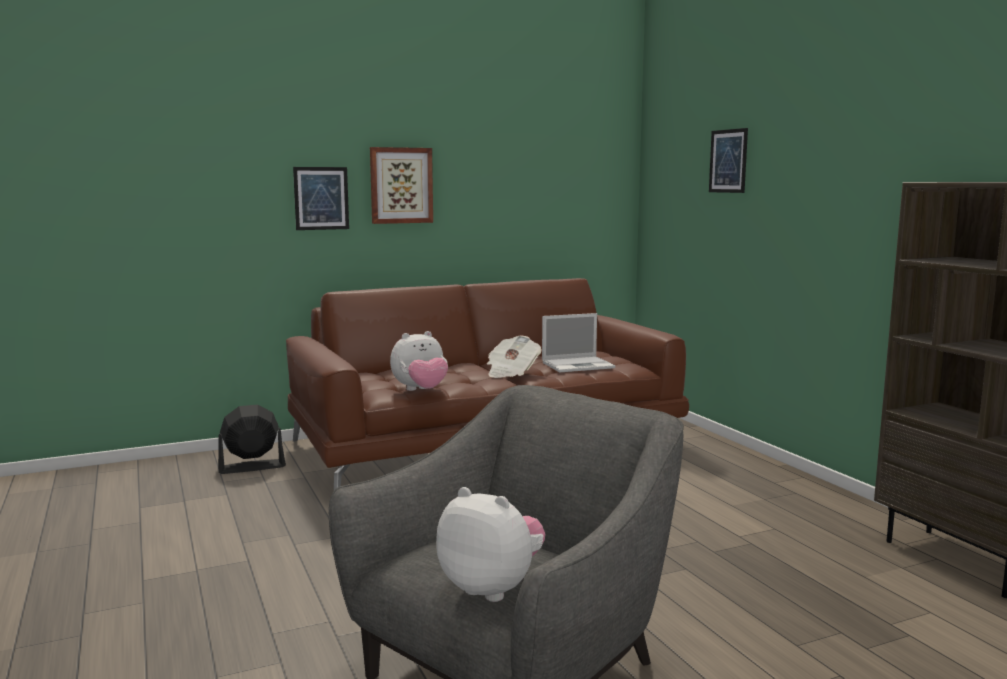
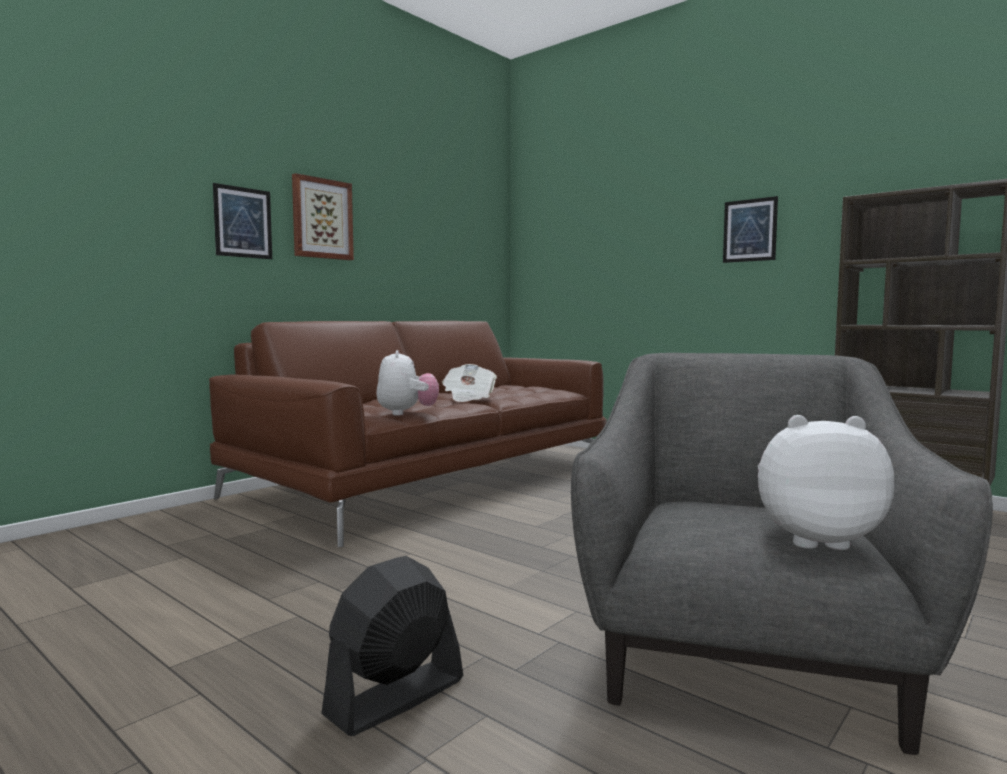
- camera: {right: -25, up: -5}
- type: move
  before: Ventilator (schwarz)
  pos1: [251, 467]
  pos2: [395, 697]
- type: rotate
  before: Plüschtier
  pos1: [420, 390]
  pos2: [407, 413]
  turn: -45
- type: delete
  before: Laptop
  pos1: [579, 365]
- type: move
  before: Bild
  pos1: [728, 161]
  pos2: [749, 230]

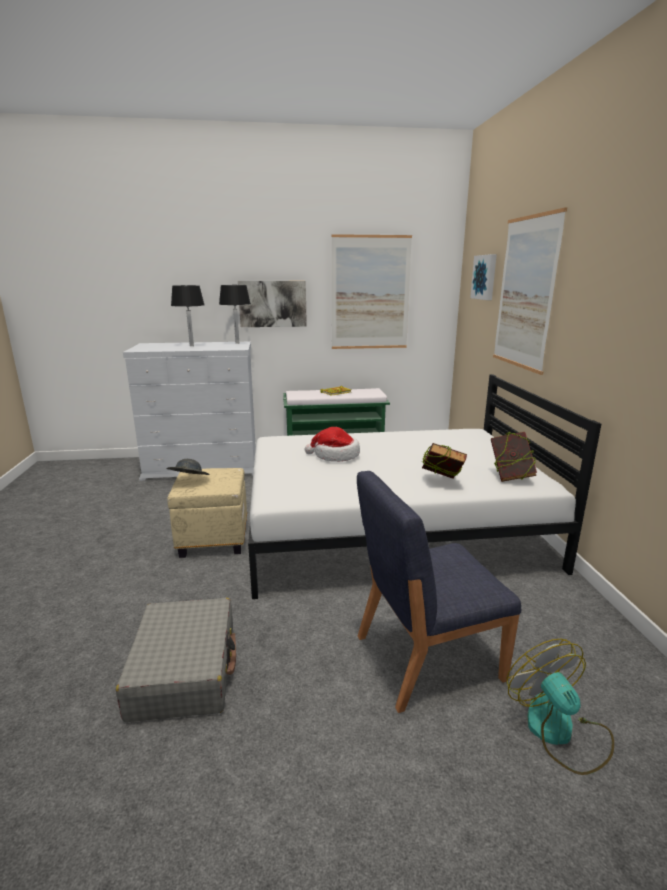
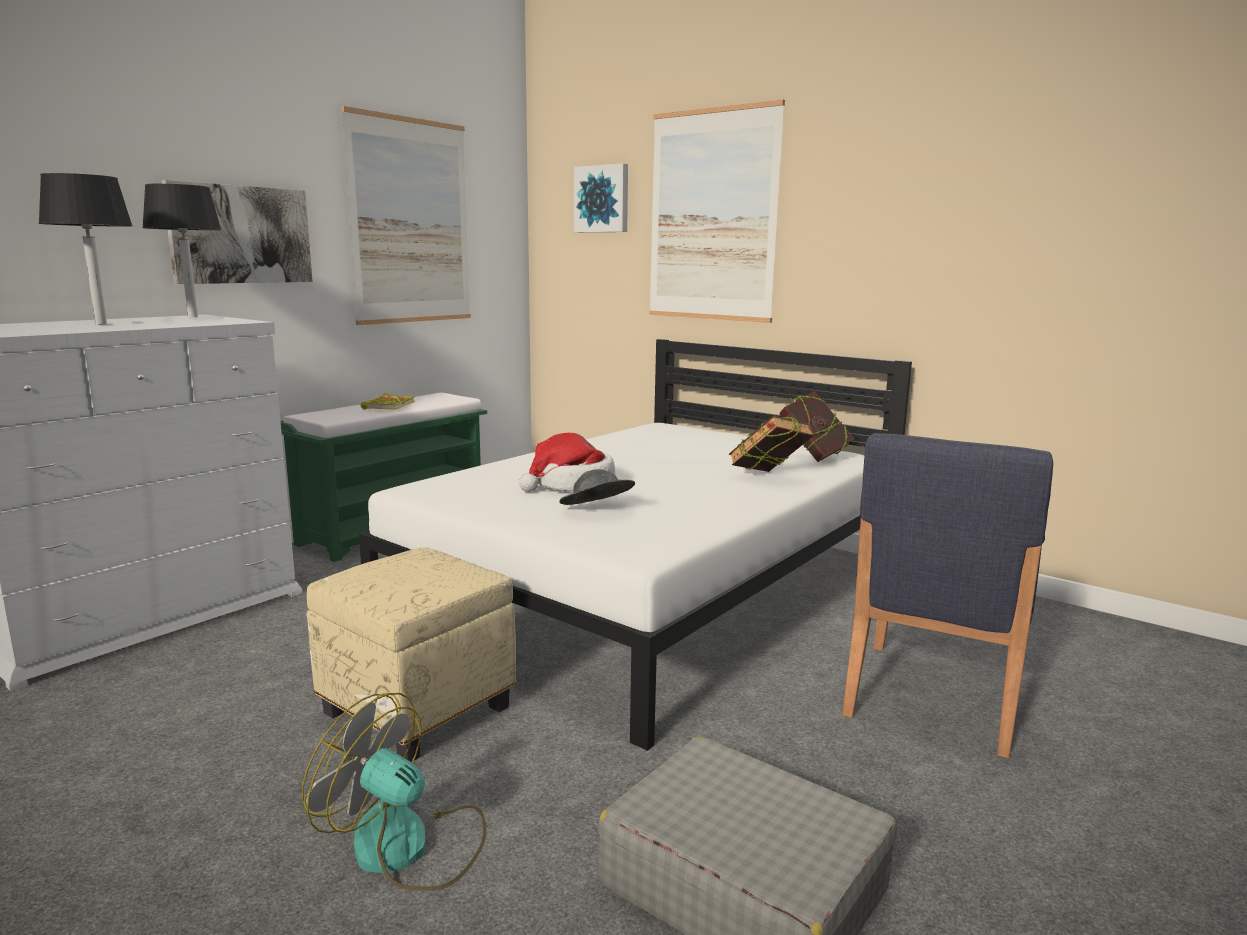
- camera: {right: -45, up: -5}
- type: move
  before: Hut (grau)
  pos1: [188, 480]
  pos2: [596, 511]
- type: move
  before: Ventilator
  pos1: [559, 731]
  pos2: [407, 847]

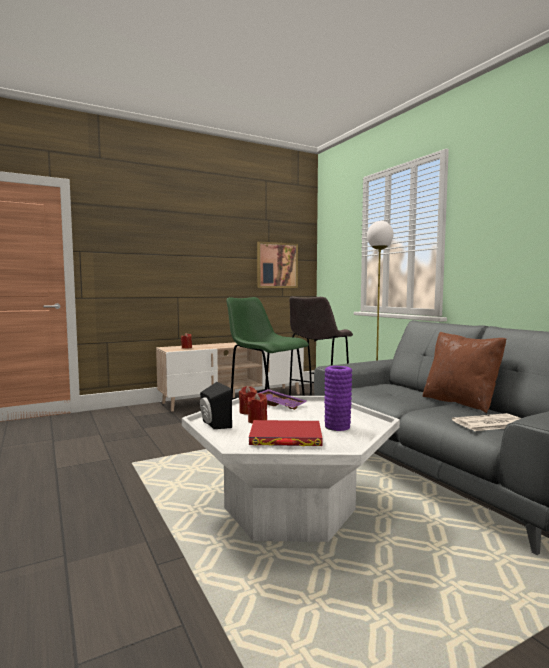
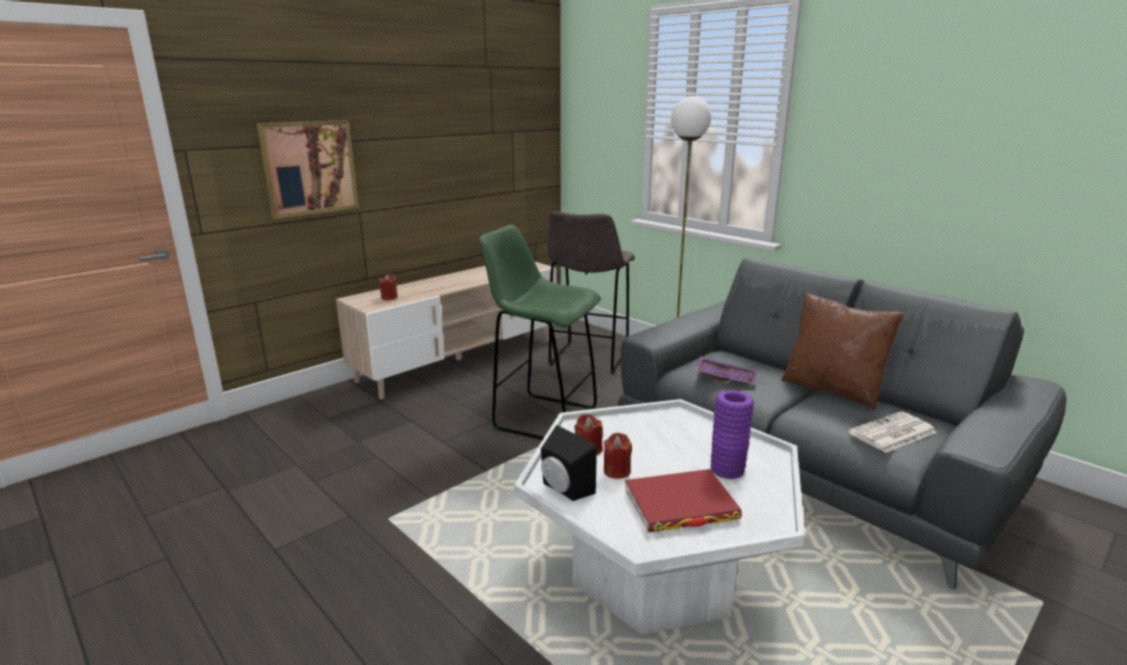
- camera: {right: -15, up: 15}
- type: move
  before: Bild
  pos1: [277, 265]
  pos2: [309, 168]
- type: move
  before: Tablett (lila)
  pos1: [280, 405]
  pos2: [725, 377]

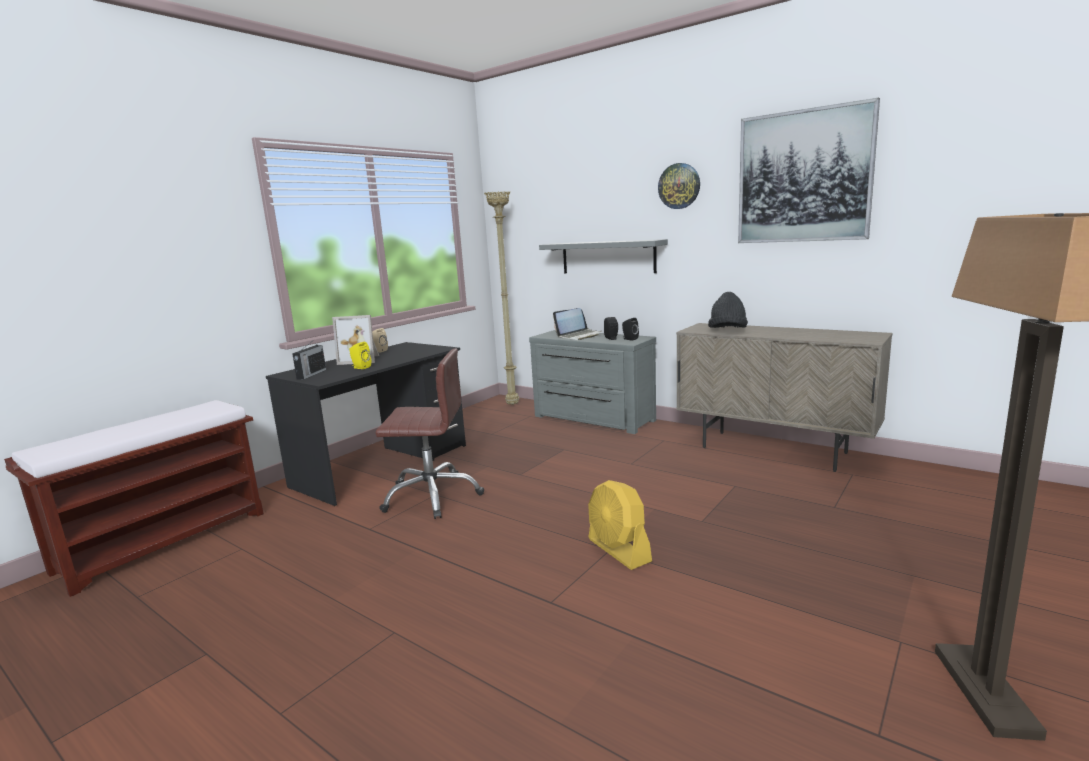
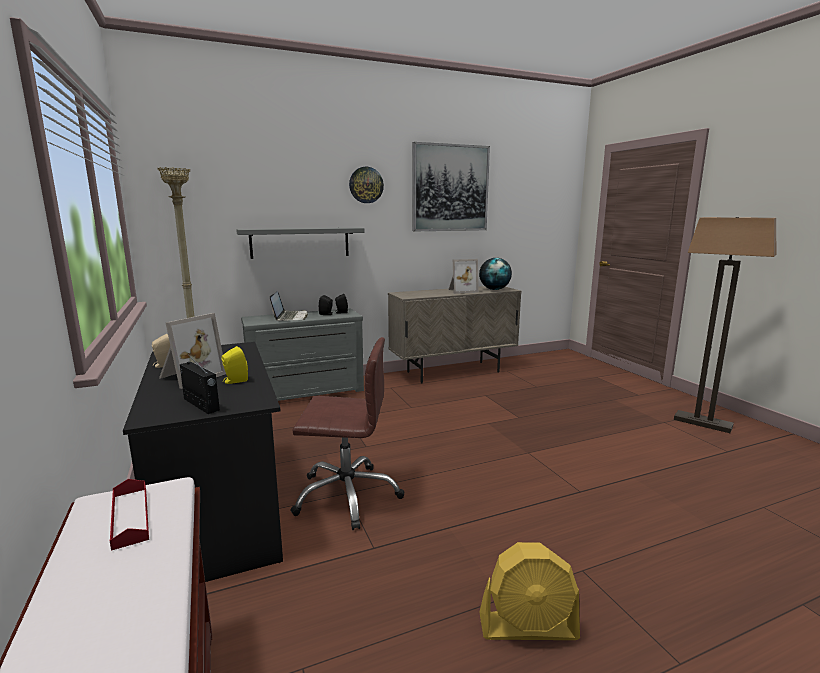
- camera: {right: -60, up: 0}
- type: rotate
  before: Bürostuhl (braun)
  pos1: [432, 496]
  pos2: [347, 495]
  turn: 60
- type: move
  before: Ventilator (gelb)
  pos1: [619, 550]
  pos2: [528, 627]
- type: delete
  before: Hut (schwarz)
  pos1: [727, 331]
- type: insert
  after: Tablett (rot)
  pos2: [130, 516]
- type: insert
  after: Bilderrahmen
  pos2: [461, 291]
- type: insert
  after: Globus
  pos2: [494, 289]

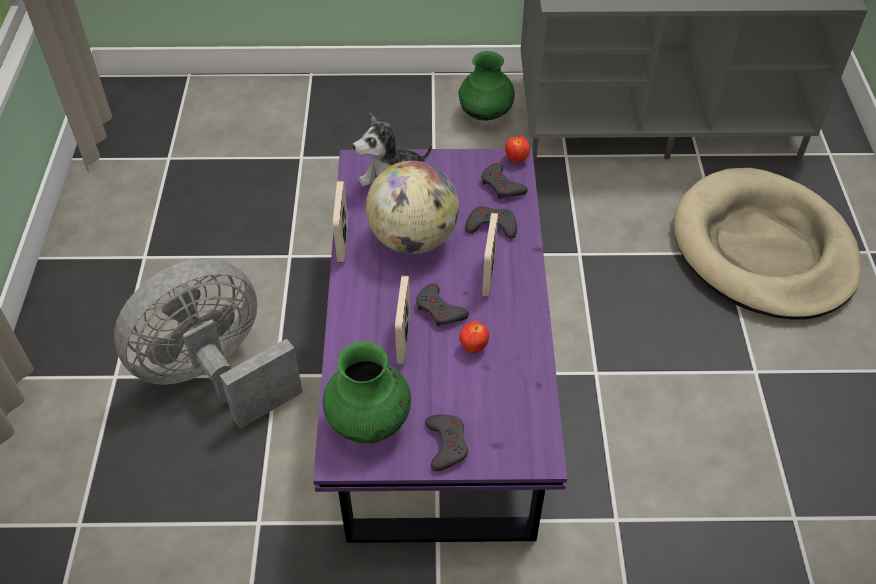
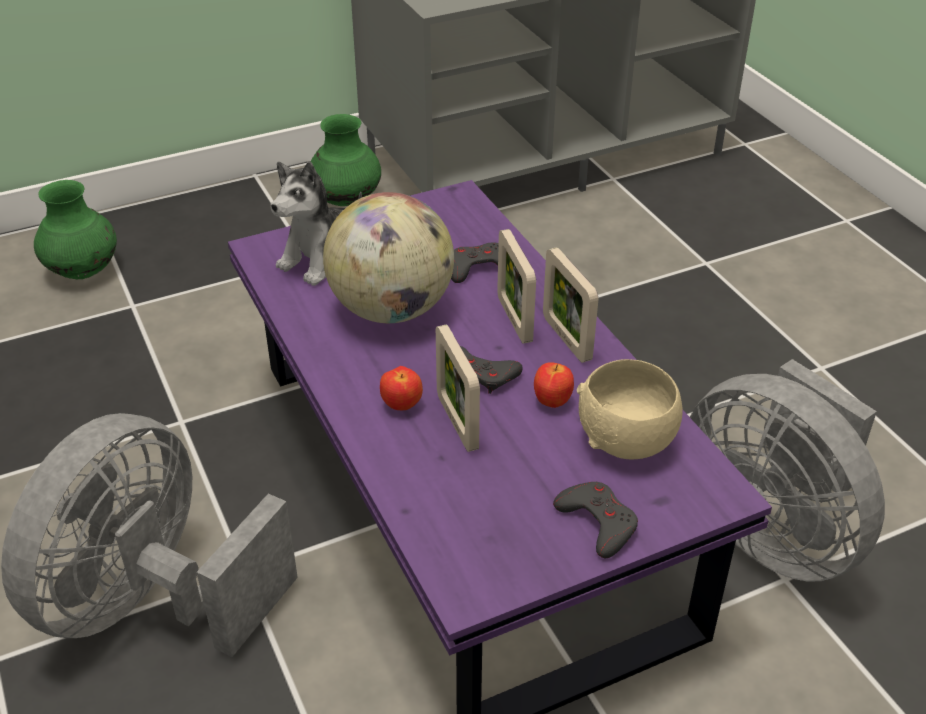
- camera: {right: -25, up: -10}
- type: move
  before: Vase (grün)
  pos1: [369, 422]
  pos2: [83, 272]
- type: move
  before: Bilderrahmen
  pos1: [343, 242]
  pos2: [566, 339]
- type: delete
  before: Gamepad (grau)
  pos1: [502, 186]
- type: move
  before: Apfel
  pos1: [516, 159]
  pos2: [402, 405]
- type: delete
  before: Hundebett (beige)
  pos1: [763, 249]
- type: insert
  after: Schüssel (beige)
  pos2: [627, 441]
- type: insert
  after: Ventilator (grau)
  pos2: [772, 531]

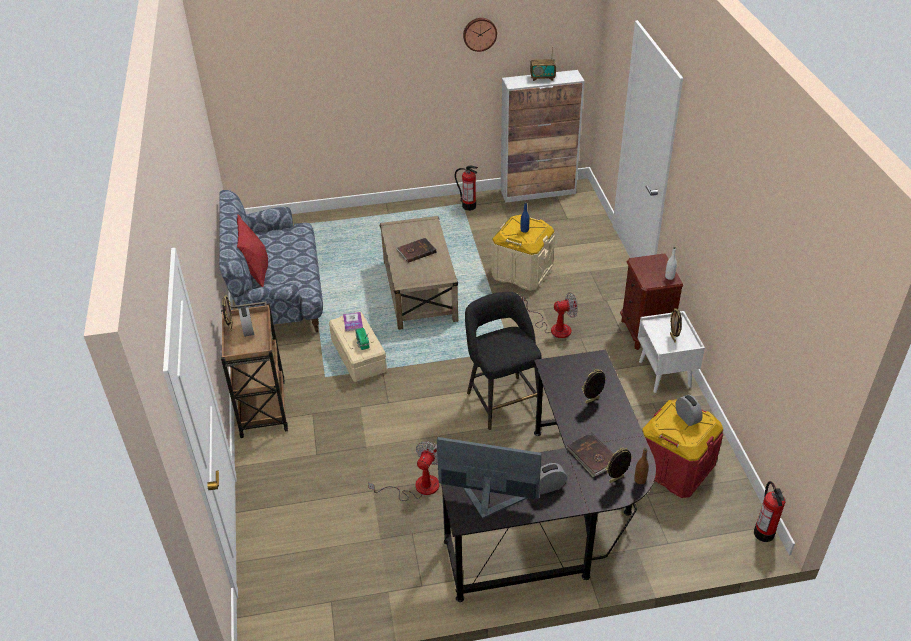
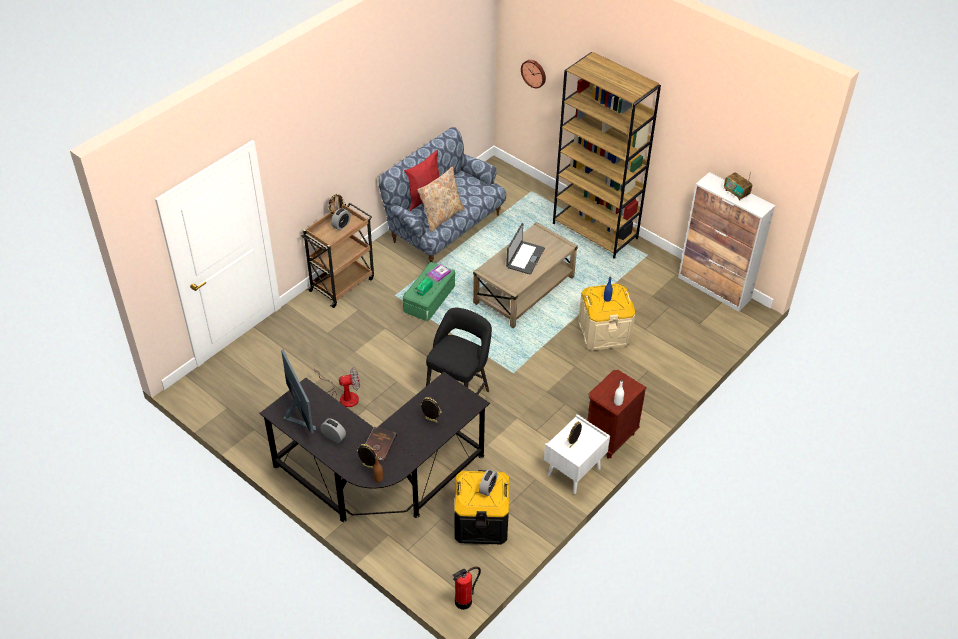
- camera: {right: 50, up: 5}
- type: recolor
  before: Aufbewahrungsbox (beige)
  after: Aufbewahrungsbox (grün)
  pos1: [359, 356]
  pos2: [429, 299]
- type: replace
  before: Buch (braun)
  after: Laptop
  pos1: [416, 251]
  pos2: [525, 258]
- type: delete
  before: Feuerlöscher
  pos1: [469, 206]
- type: move
  before: Wanduhr
  pos1: [479, 33]
  pos2: [534, 73]
- type: delete
  before: Ventilator
  pos1: [554, 327]
- type: recolor
  before: Aufbewahrungsbox (rot)
  after: Aufbewahrungsbox (schwarz)
  pos1: [674, 467]
  pos2: [481, 522]
- type: insert
  after: Kissen (beige)
  pos2: [441, 216]
- type: insert
  after: Bücherregal (braun)
  pos2: [595, 231]

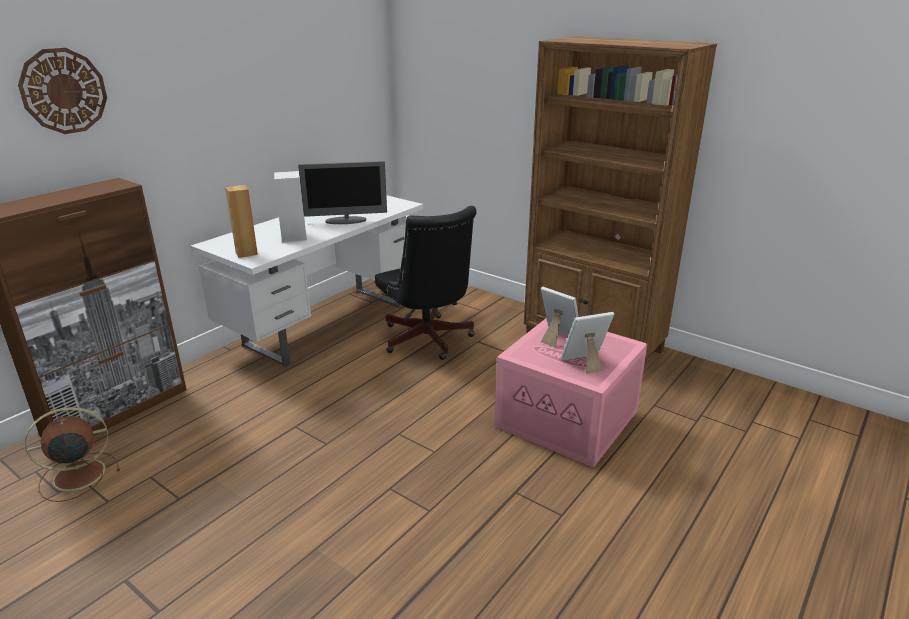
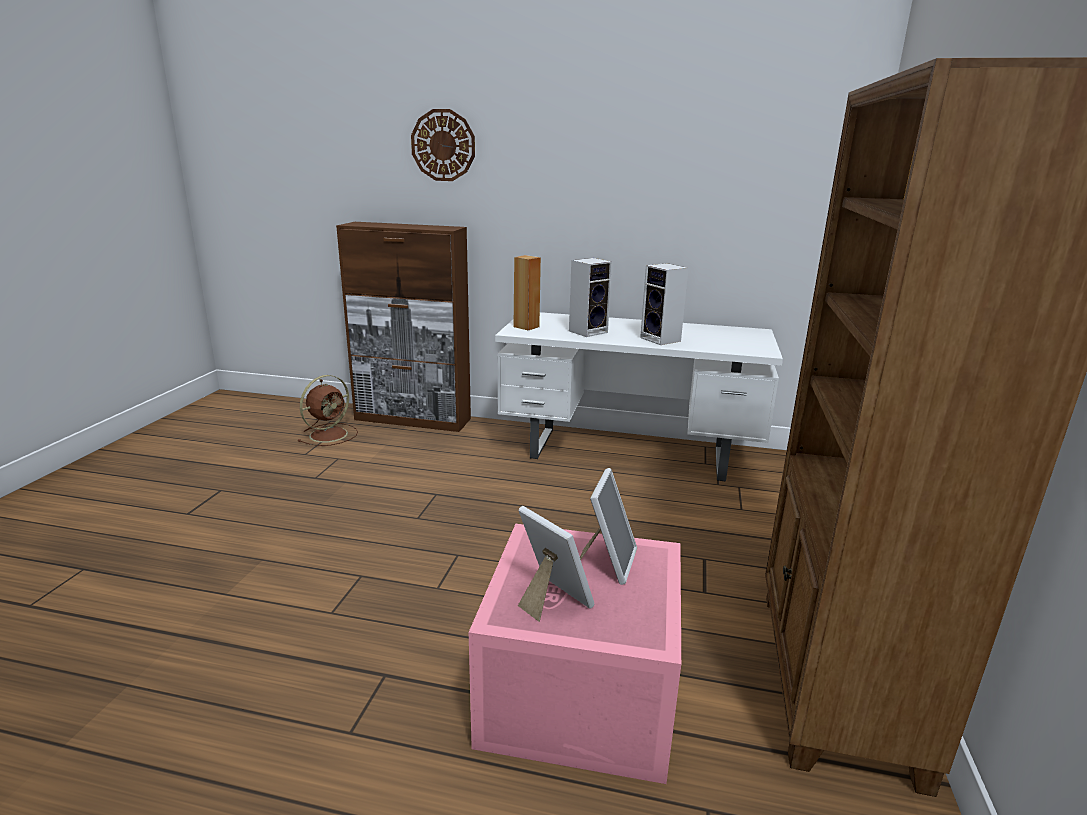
- camera: {right: 65, up: -5}
- type: rotate
  before: Ventilator (braun)
  pos1: [76, 476]
  pos2: [330, 434]
  turn: 90
- type: replace
  before: Monitor
  after: Lautsprecher
  pos1: [346, 221]
  pos2: [662, 340]
- type: delete
  before: Bürostuhl (schwarz)
  pos1: [428, 341]

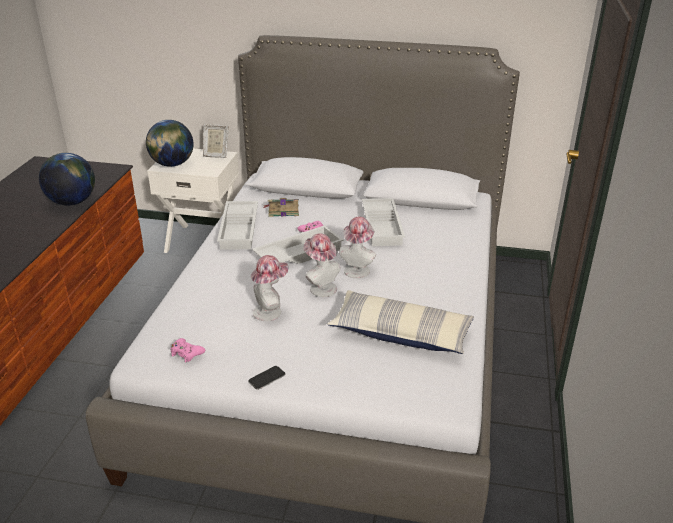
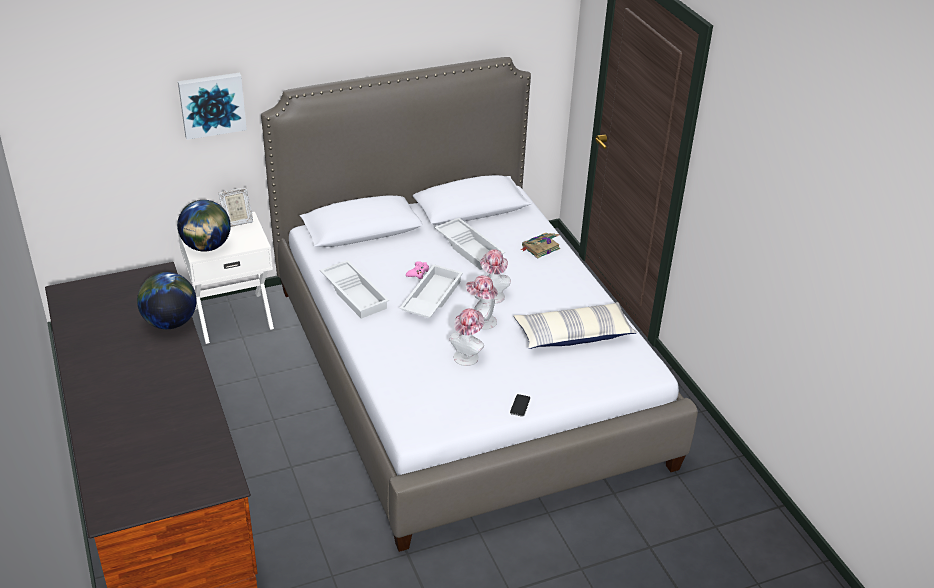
- camera: {right: -35, up: 5}
- type: delete
  before: Gamepad (rosa)
  pos1: [186, 353]
- type: move
  before: Buch
  pos1: [282, 210]
  pos2: [540, 248]
- type: insert
  after: Bild
  pos2: [212, 104]

